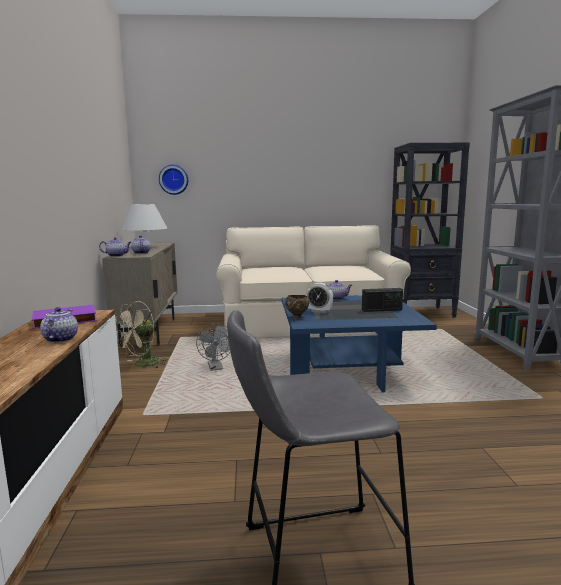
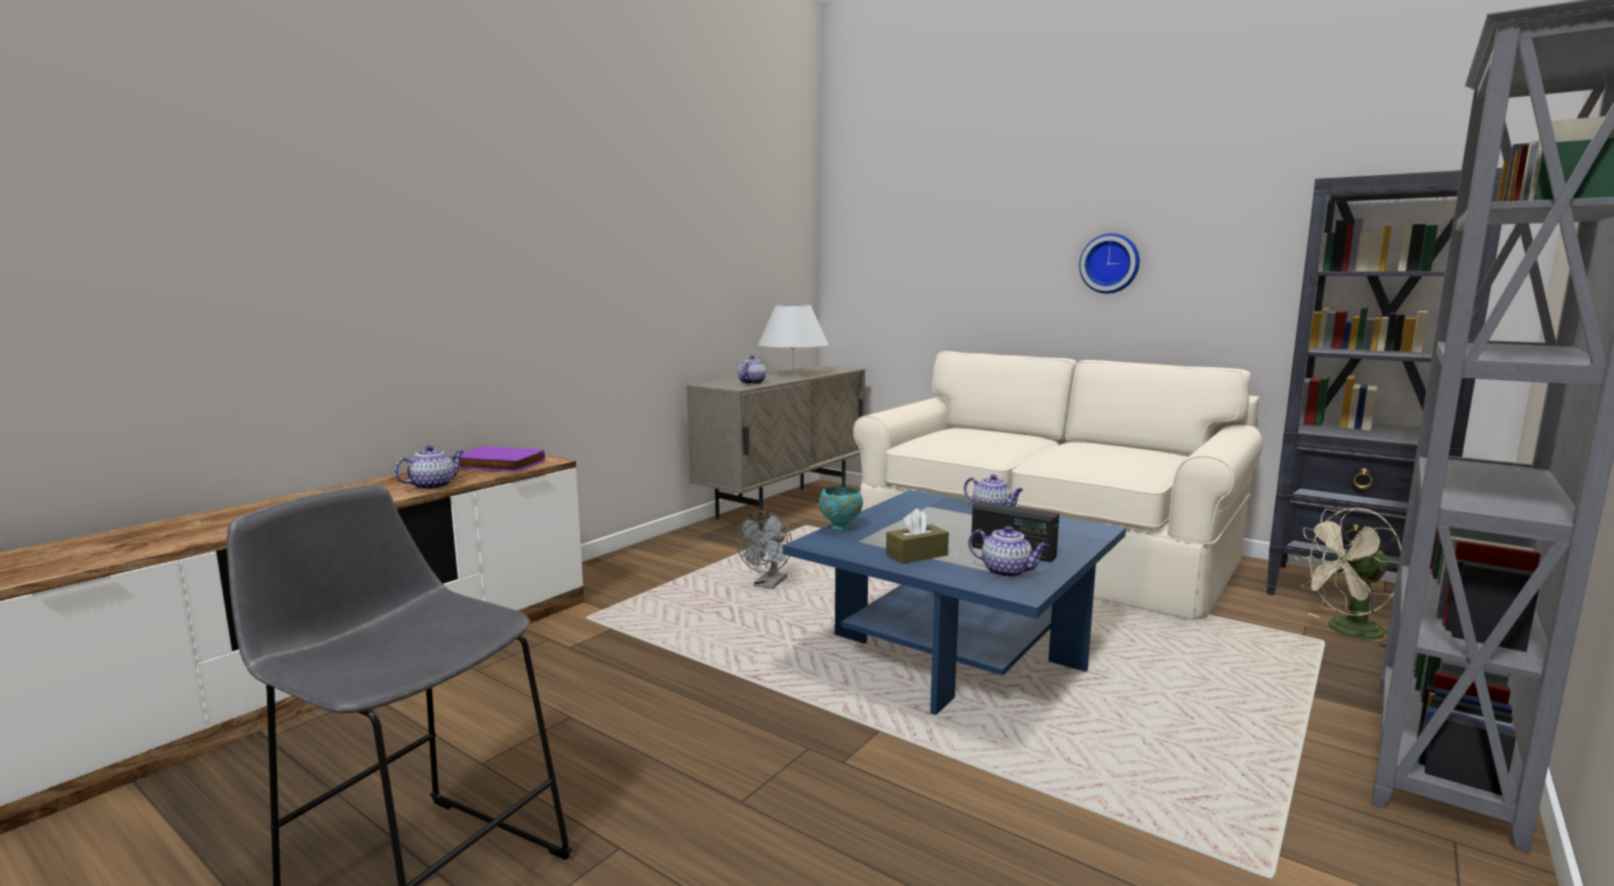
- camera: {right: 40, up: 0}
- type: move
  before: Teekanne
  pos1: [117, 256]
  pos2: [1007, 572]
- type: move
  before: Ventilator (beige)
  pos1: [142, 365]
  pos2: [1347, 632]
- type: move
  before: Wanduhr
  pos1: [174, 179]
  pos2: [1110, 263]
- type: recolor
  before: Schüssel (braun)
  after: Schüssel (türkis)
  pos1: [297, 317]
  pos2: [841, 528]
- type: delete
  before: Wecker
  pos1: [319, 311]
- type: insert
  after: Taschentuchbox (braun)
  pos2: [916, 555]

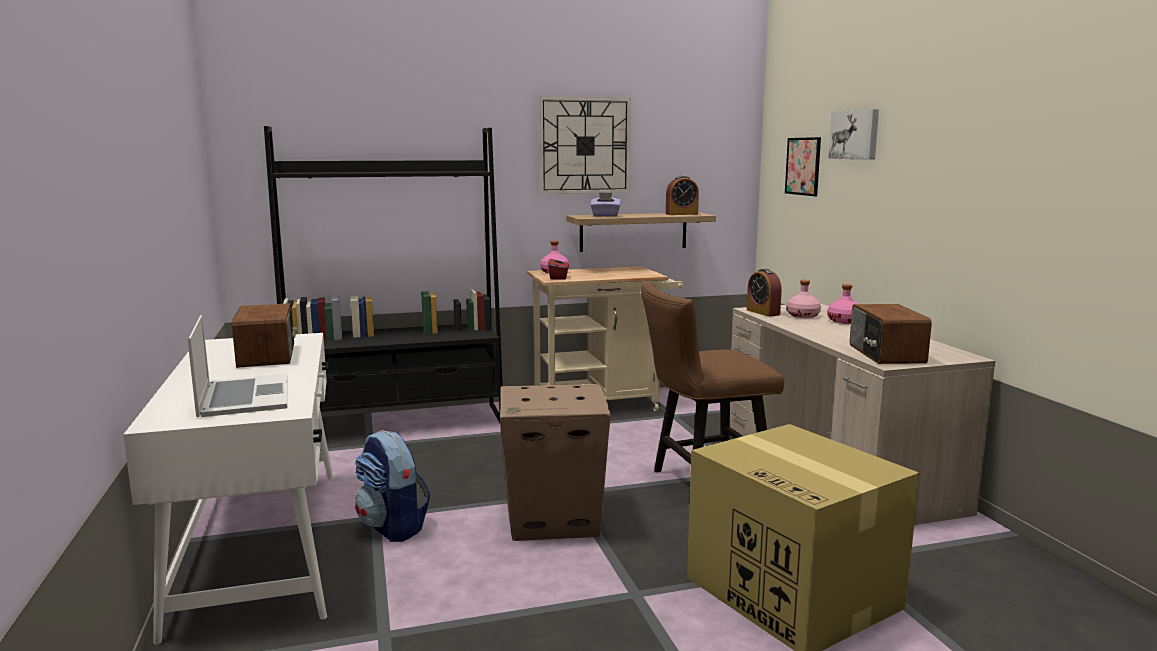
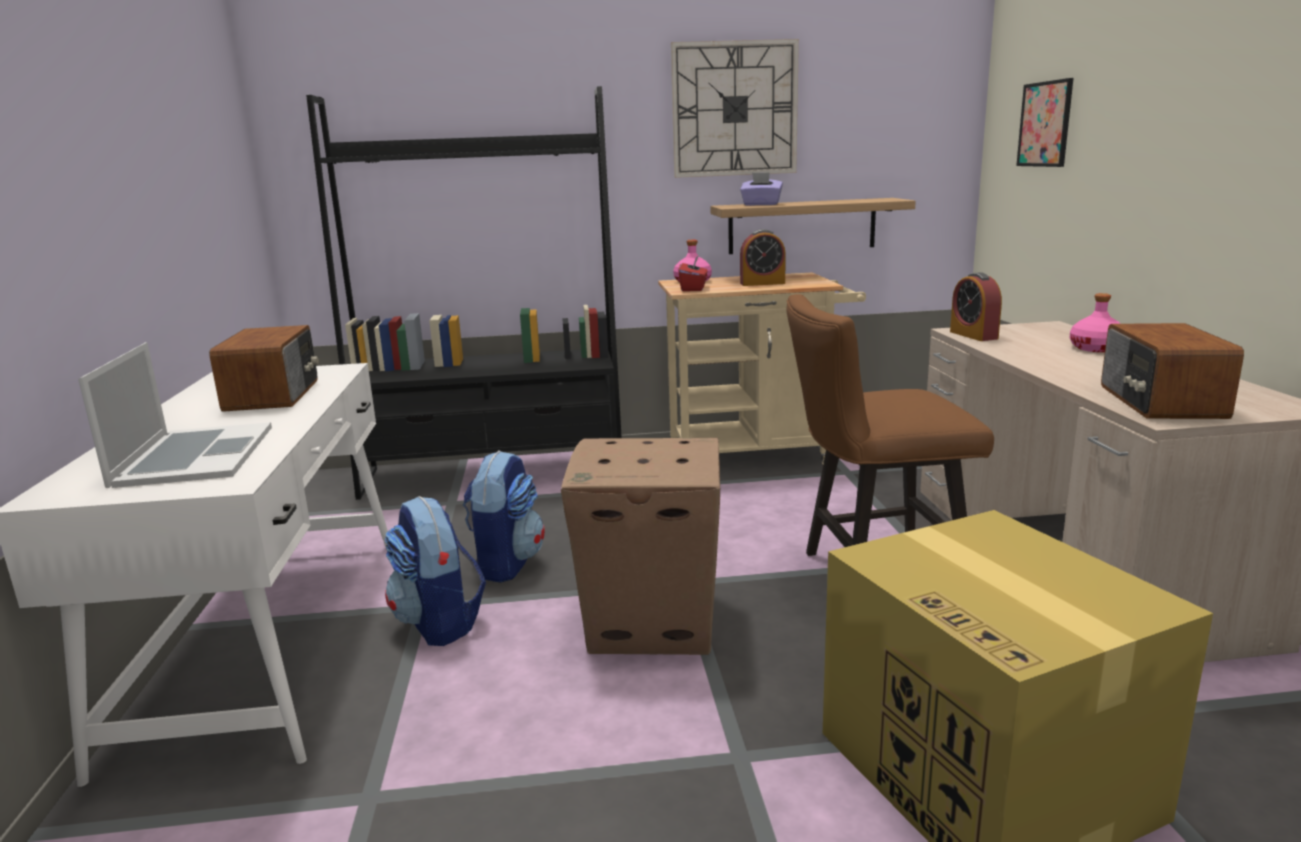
- camera: {right: 10, up: 5}
- type: move
  before: Wecker
  pos1: [681, 214]
  pos2: [762, 283]
- type: delete
  before: Flasche (rosa)
  pos1: [802, 316]
- type: delete
  before: Bild
  pos1: [855, 135]
- type: insert
  after: Rucksack
  pos2: [506, 563]

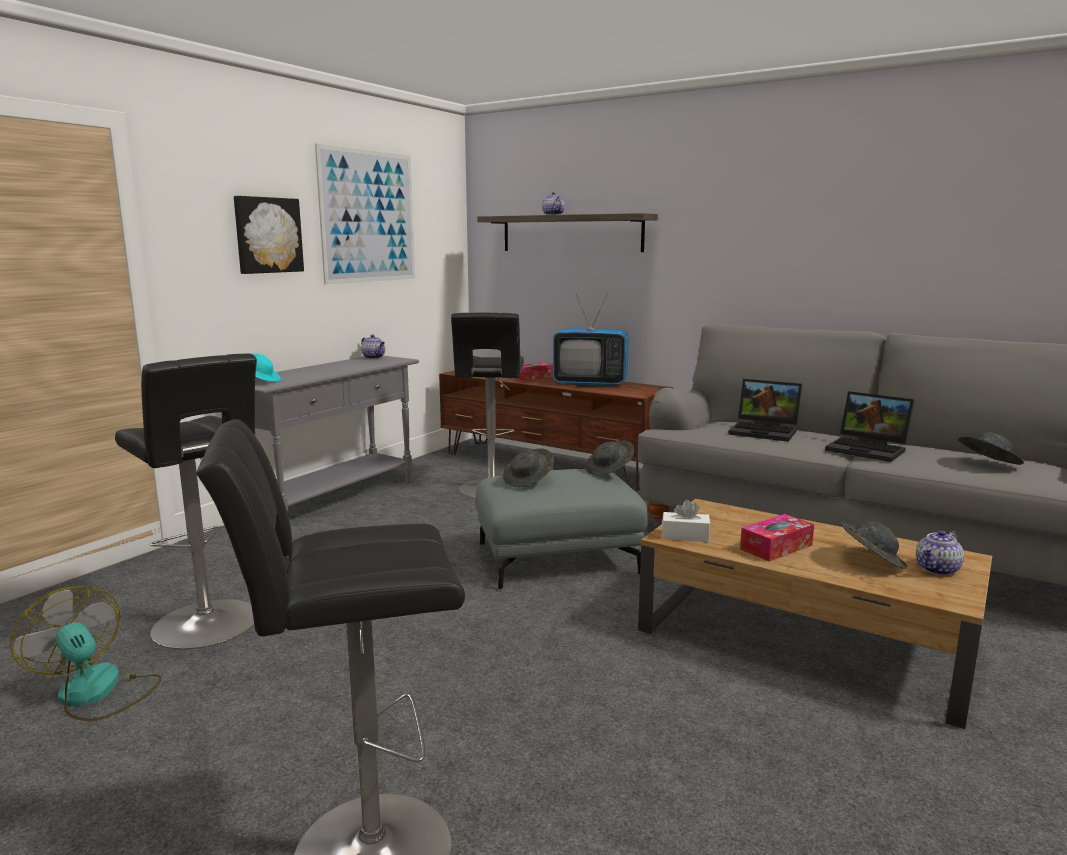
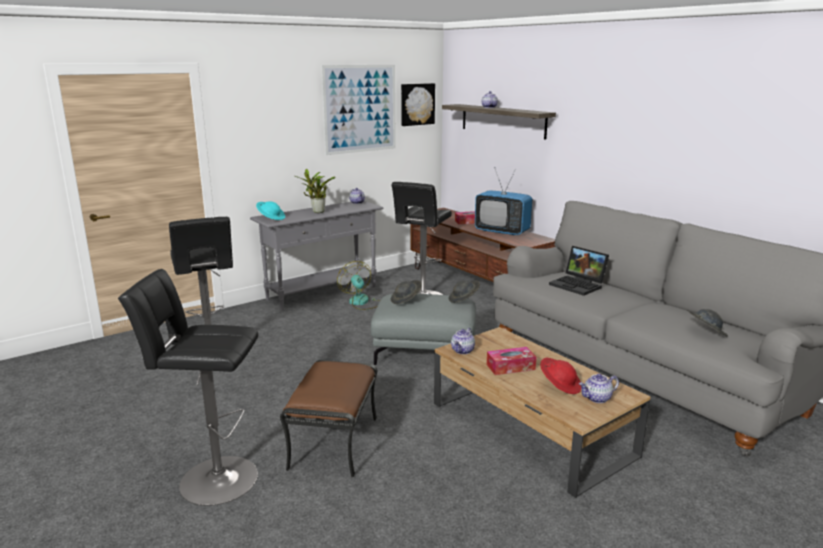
- camera: {right: 20, up: 5}
- type: move
  before: Ventilator
  pos1: [97, 693]
  pos2: [362, 303]
- type: move
  before: Bild
  pos1: [267, 235]
  pos2: [417, 104]
- type: replace
  before: Taschentuchbox (weiß)
  after: Teekanne
  pos1: [685, 536]
  pos2: [463, 351]
- type: delete
  before: Laptop
  pos1: [869, 449]
- type: recolor
  before: Hut (grau)
  after: Hut (rot)
  pos1: [870, 561]
  pos2: [560, 385]
- type: insert
  after: Polsterhocker (braun)
  pos2: [333, 442]
- type: insert
  after: Topfpflanze
  pos2: [317, 212]

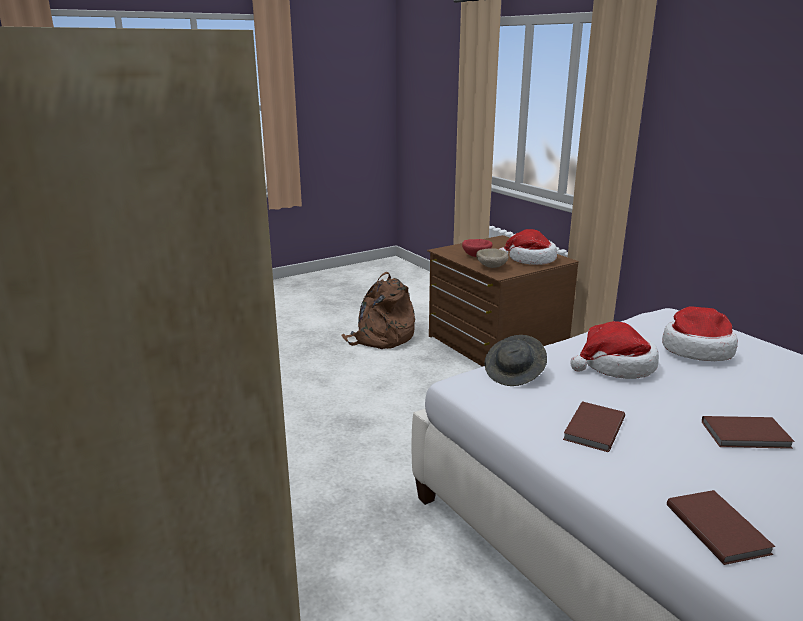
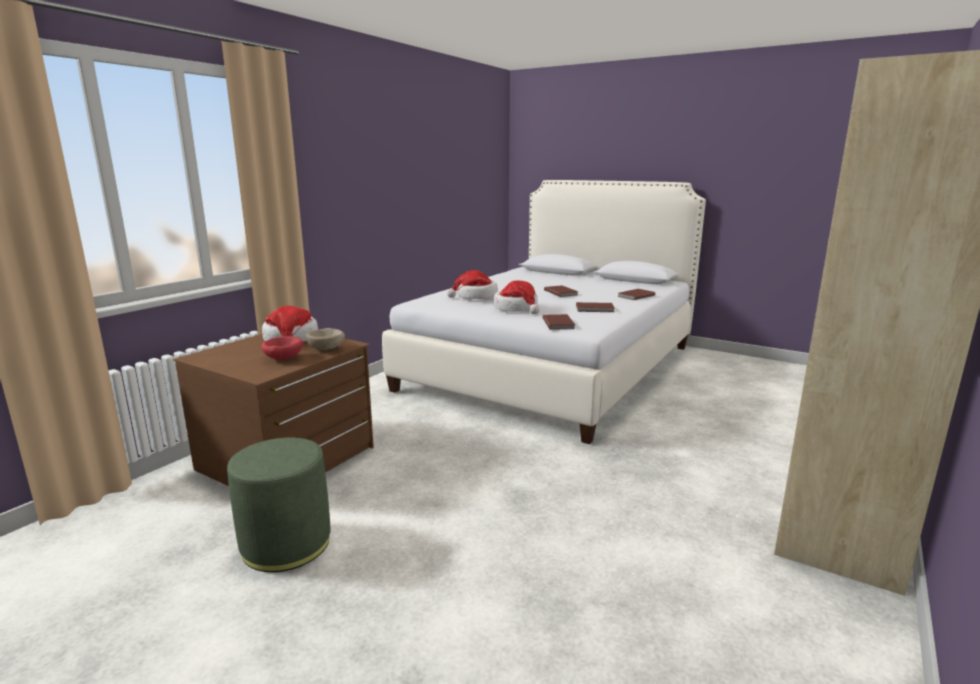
- camera: {right: -115, up: -5}
- type: replace
  before: Rucksack (braun)
  after: Polsterhocker (grün)
  pos1: [381, 338]
  pos2: [286, 544]
- type: replace
  before: Hut (grau)
  after: Buch (braun)
  pos1: [515, 374]
  pos2: [559, 323]

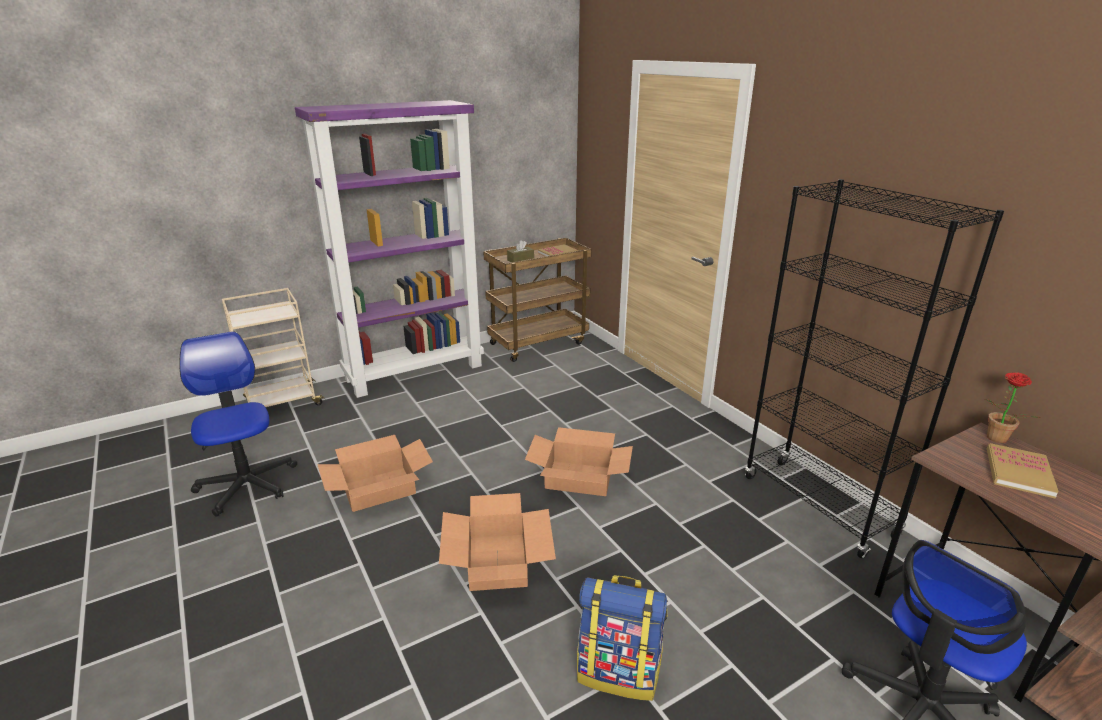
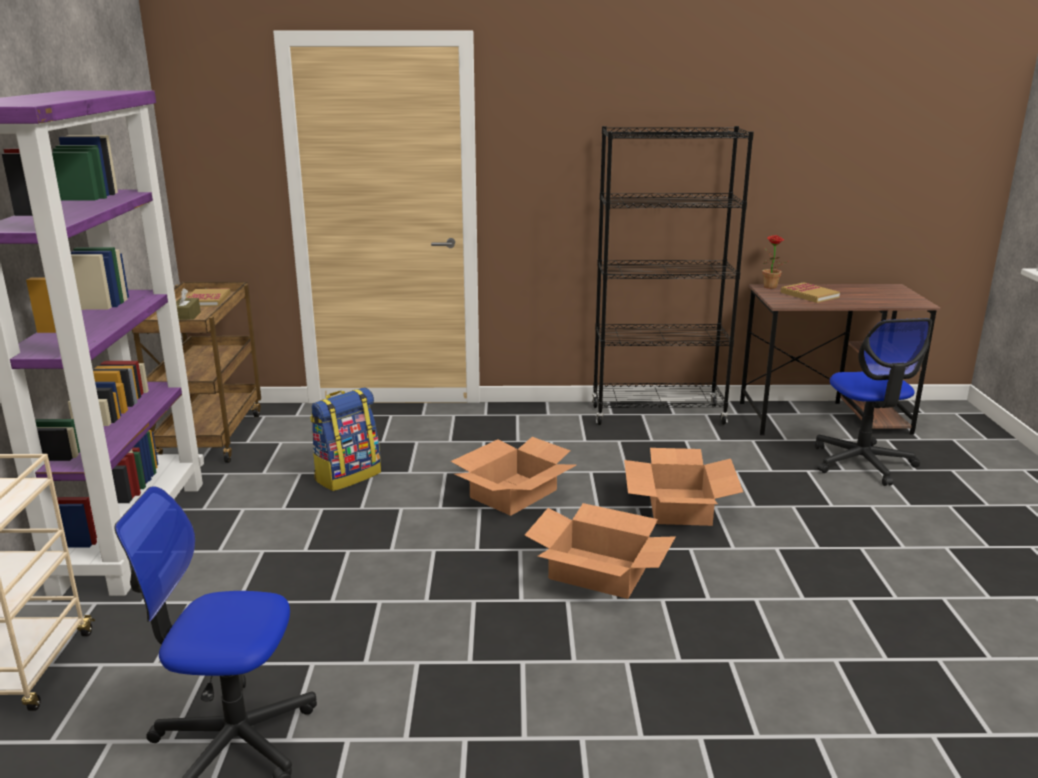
- camera: {right: -60, up: -5}
- type: move
  before: Karton
  pos1: [379, 488]
  pos2: [679, 506]
- type: move
  before: Rucksack
  pos1: [619, 672]
  pos2: [347, 476]

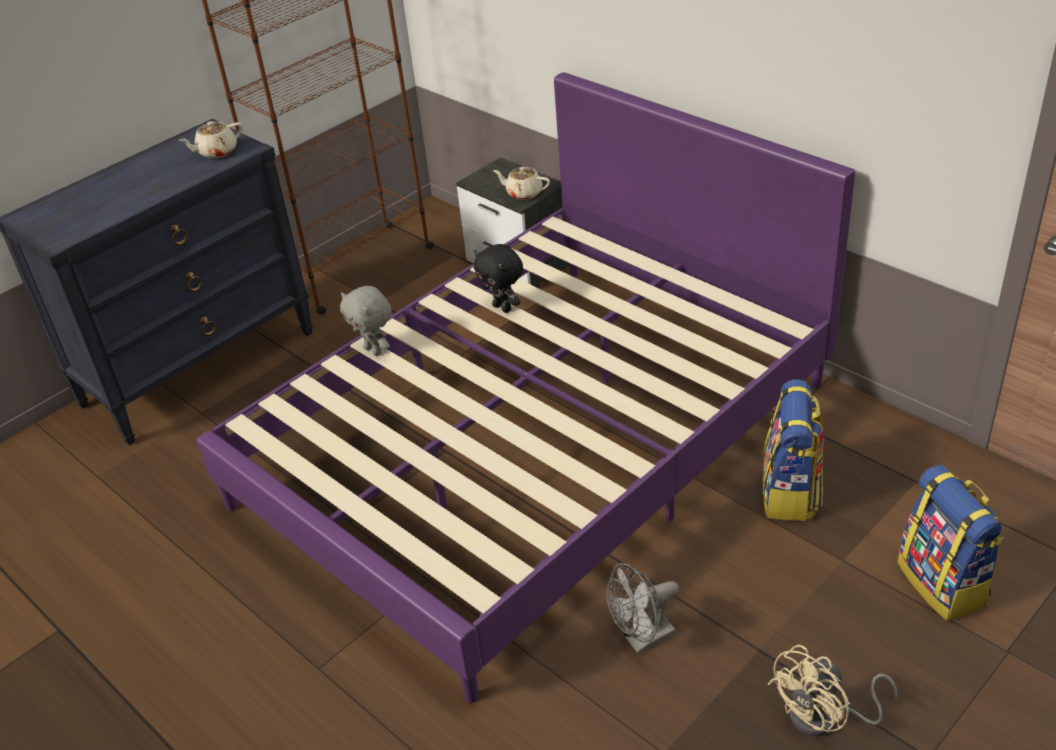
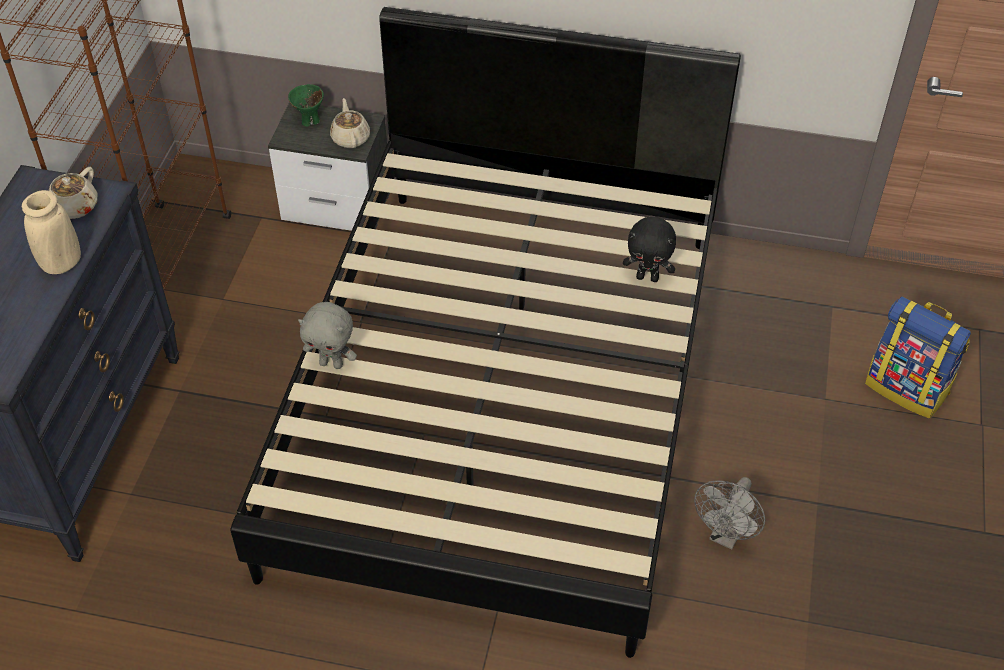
- camera: {right: -35, up: 10}
- type: recolor
  before: Bett (lila)
  after: Bett (schwarz)
  pos1: [536, 444]
  pos2: [503, 393]
- type: move
  before: Plüschtier (schwarz)
  pos1: [503, 307]
  pos2: [648, 277]
- type: rotate
  before: Teekanne (beige)
  pos1: [523, 193]
  pos2: [350, 138]
  turn: 90
- type: delete
  before: Rucksack
  pos1: [791, 493]
- type: delete
  before: Ventilator (beige)
  pos1: [825, 718]
- type: insert
  after: Vase (beige)
  pos2: [61, 263]
- type: insert
  after: Schüssel (grün)
  pos2: [310, 121]

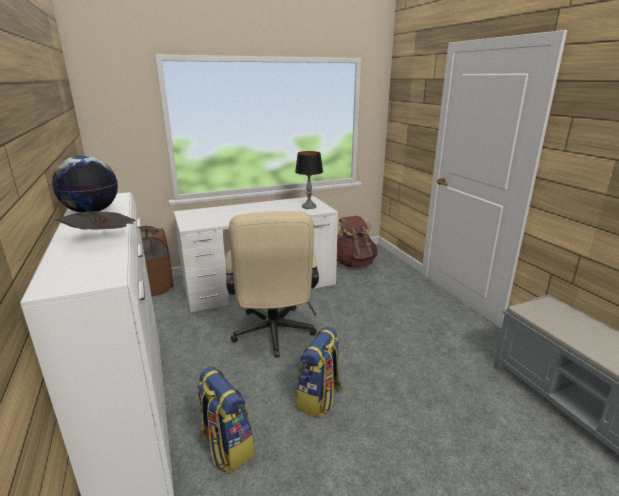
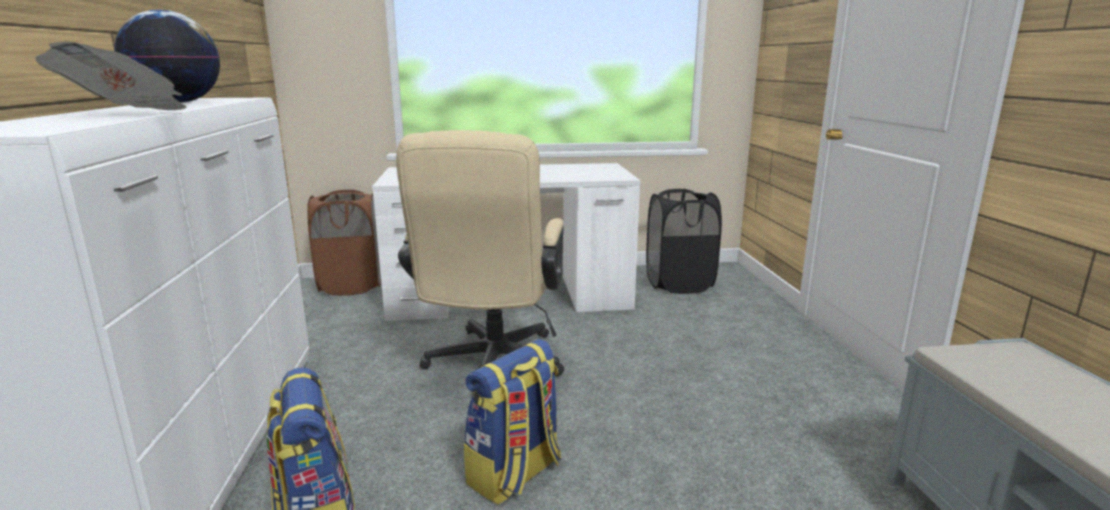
- camera: {right: 15, up: -5}
- type: delete
  before: Tischlampe
  pos1: [309, 206]
- type: replace
  before: Rucksack (braun)
  after: Wäschekorb (schwarz)
  pos1: [353, 263]
  pos2: [679, 284]

